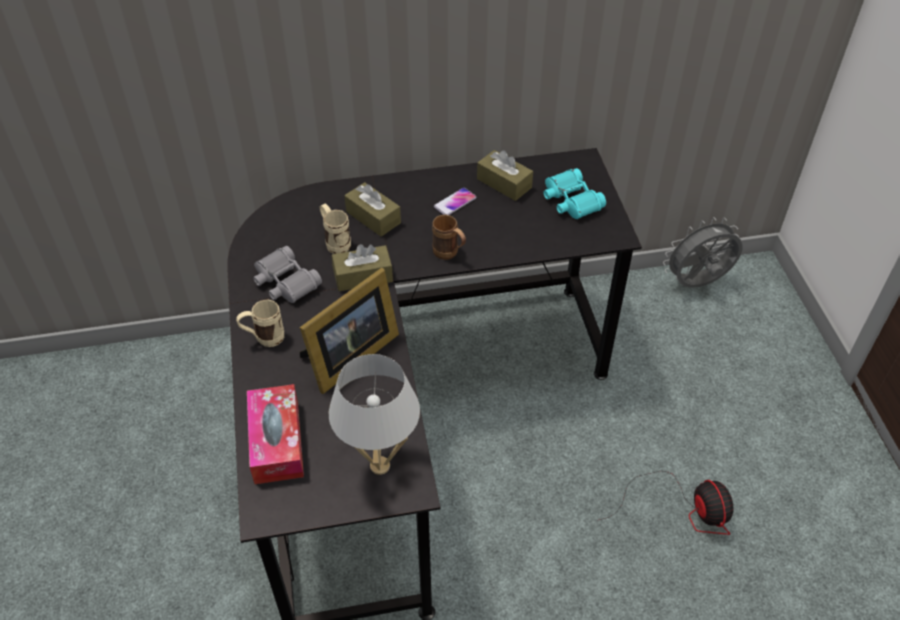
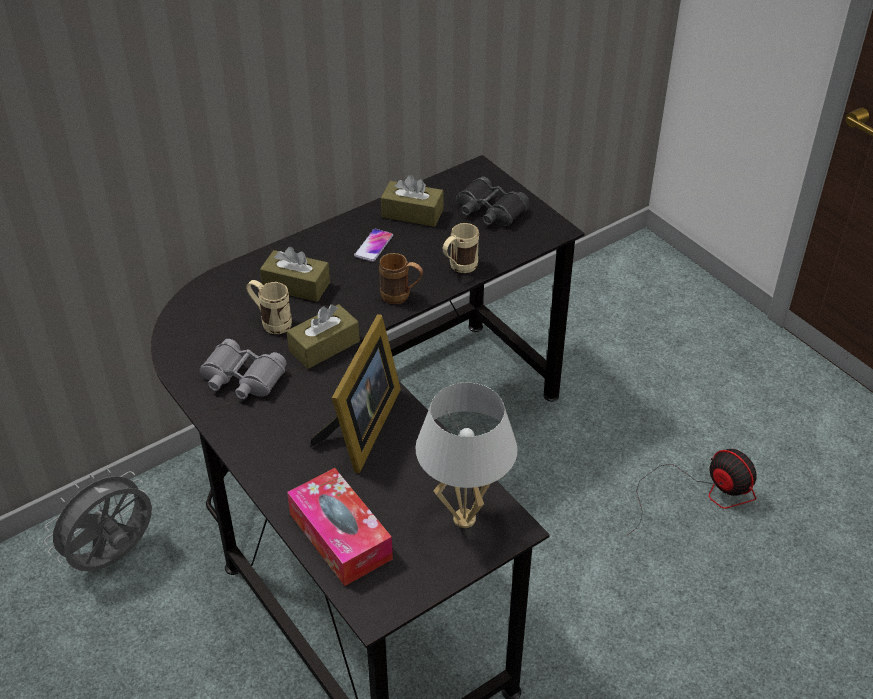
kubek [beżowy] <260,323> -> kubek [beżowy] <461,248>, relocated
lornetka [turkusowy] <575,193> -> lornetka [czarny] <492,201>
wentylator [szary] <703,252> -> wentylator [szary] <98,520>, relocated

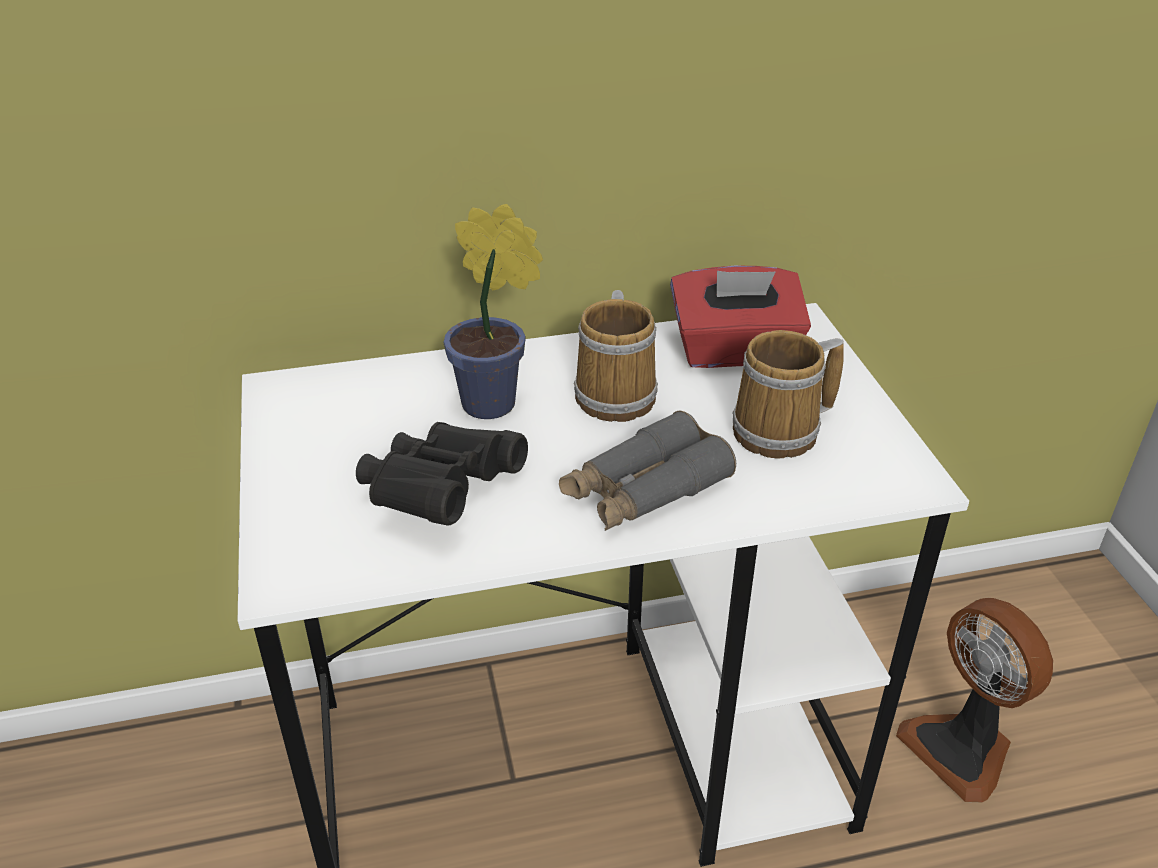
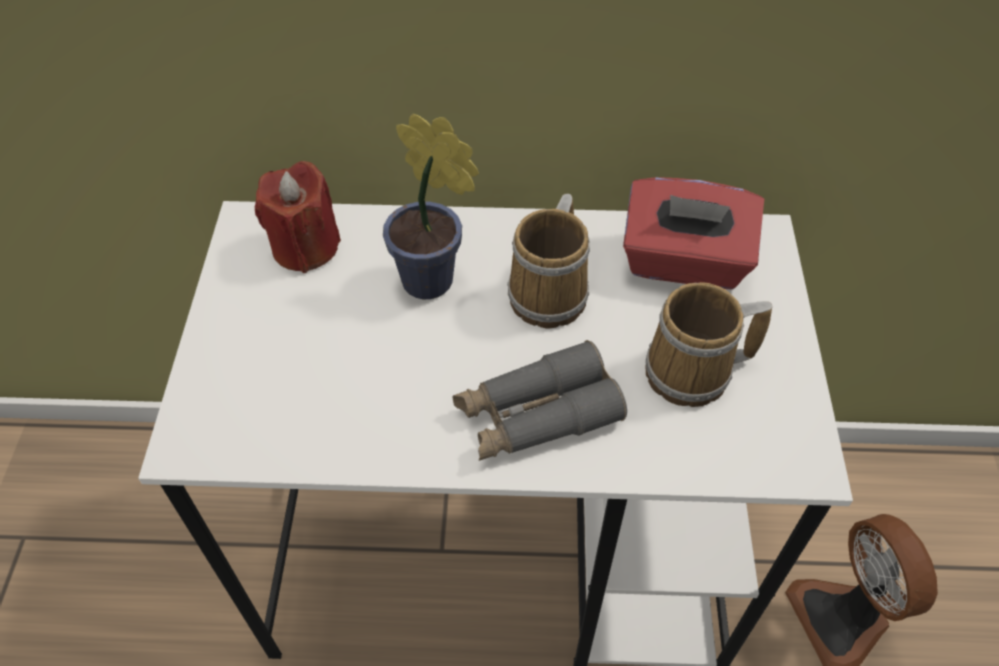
lornetka [czarny] <442,474> -> none
none -> świeca [czerwony] <298,217>

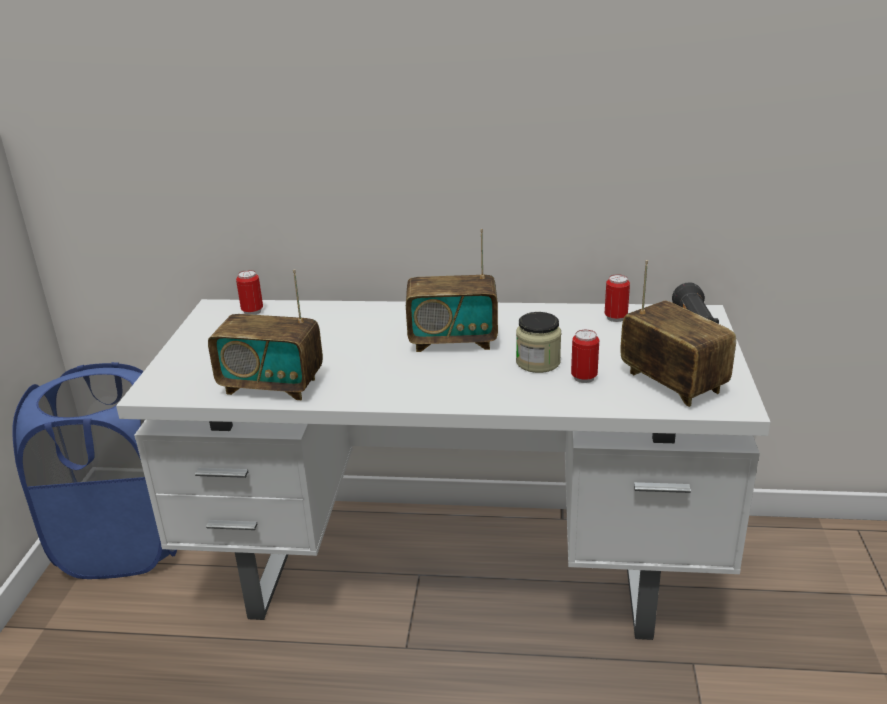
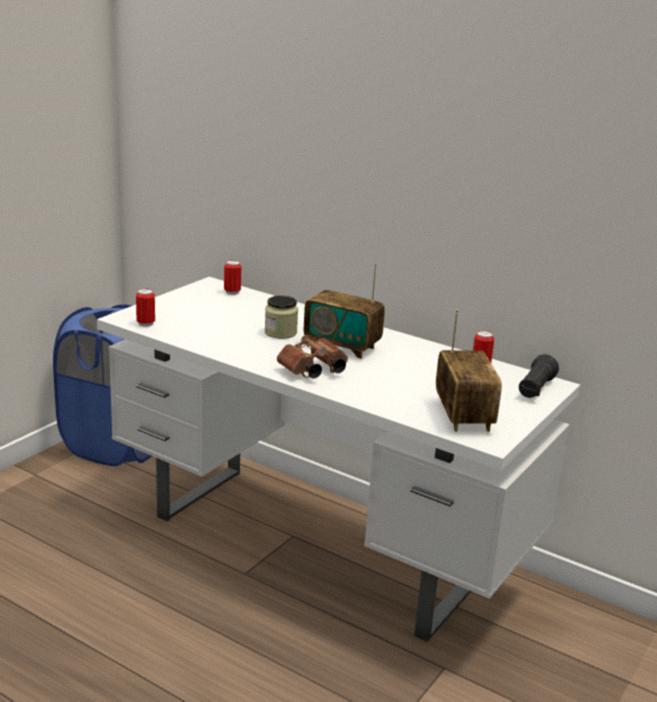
radio <265,334> -> none
słoik <538,342> -> słoik <281,317>, relocated
puszka <585,356> -> puszka <145,308>, relocated
none -> lornetka [brązowy] <312,356>

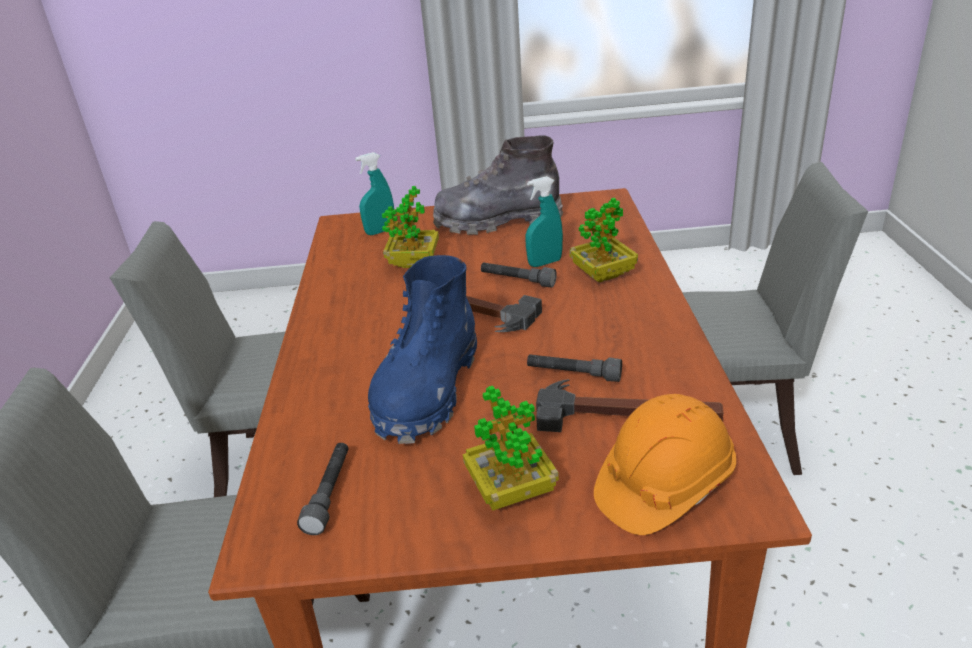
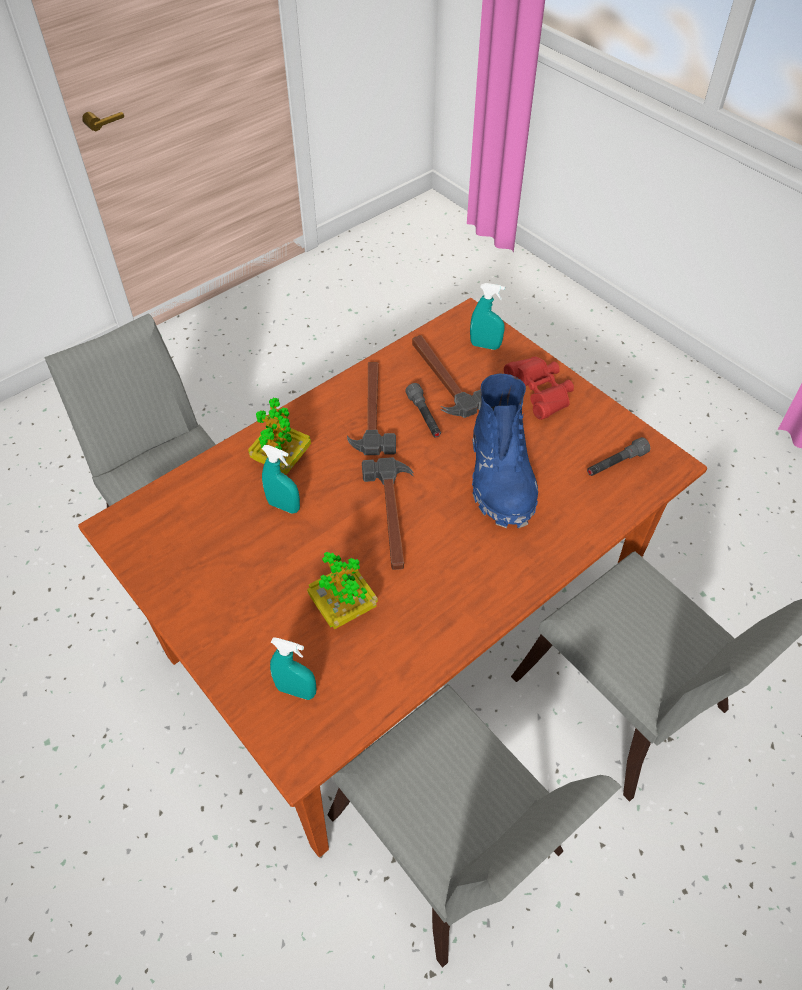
but z cholewką [niebieski] <422,349> -> but z cholewką [niebieski] <505,451>, 105 degrees clockwise
but z cholewką [szary] <498,185> -> none
roślina doniczkowa <511,448> -> lornetka [czerwony] <539,388>
latarka [szary] <519,275> -> none
kask [pomarańczowy] <665,464> -> spryskiwacz [turkusowy] <487,316>
none -> młotek <371,408>

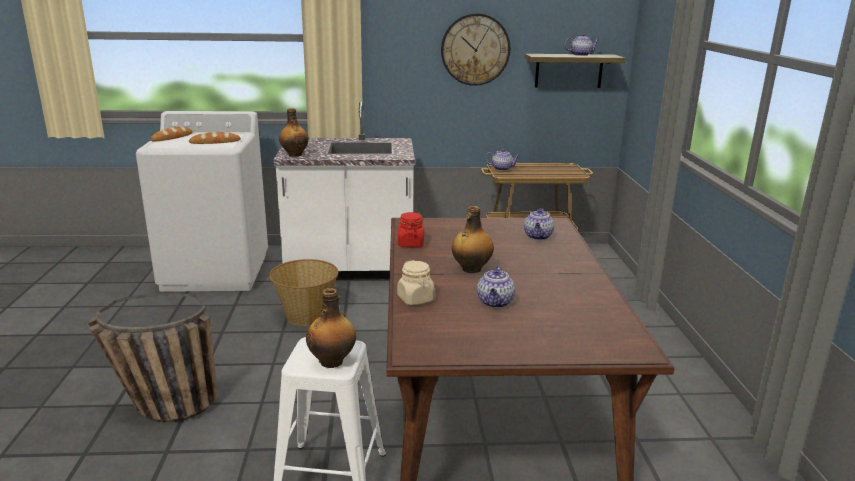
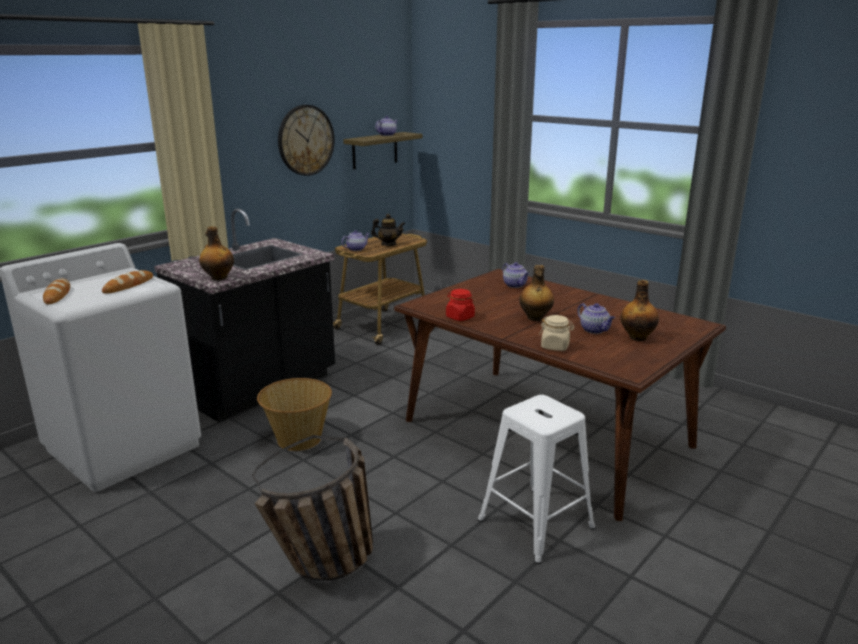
zabudowa kuchenna [biały] <344,191> -> zabudowa kuchenna [czarny] <244,315>
butelka <331,328> -> butelka <639,310>, relocated
none -> imbryk <388,230>

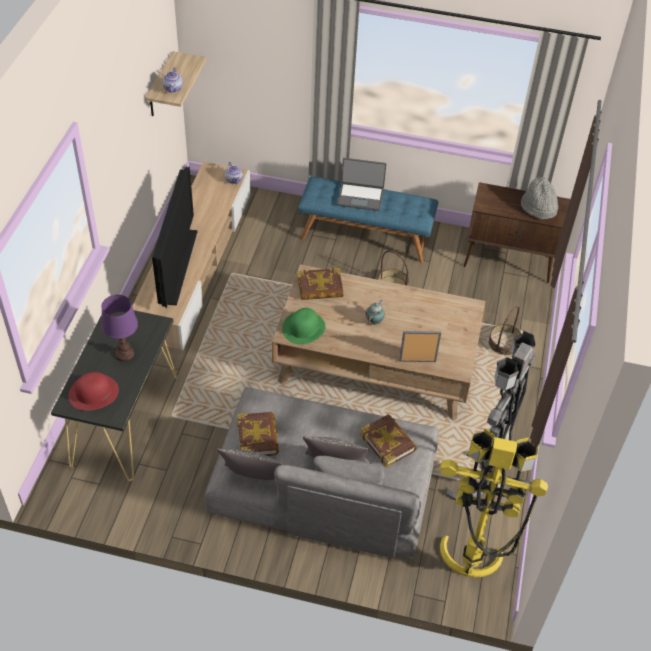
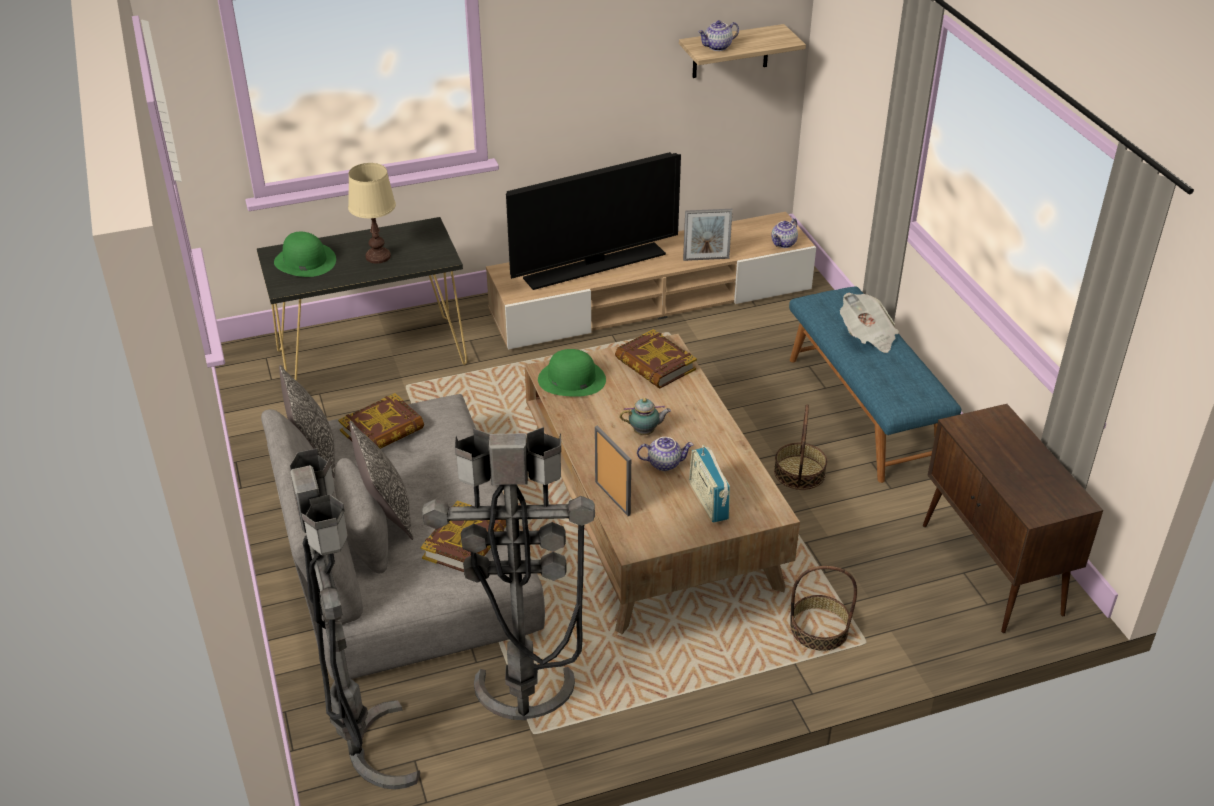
kapelusz [czerwony] <93,391> -> kapelusz [zielony] <305,254>
lampa stołowa [fioletowy] <119,328> -> lampa stołowa [beżowy] <372,213>
laptop <361,184> -> gazeta <869,323>
lampa stojąca [żółty] <494,503> -> lampa stojąca [szary] <355,619>
kapelusz [szary] <540,198> -> none
none -> imbryk <665,454>
none -> ramka na zdjęcie <708,235>
none -> radio <709,484>

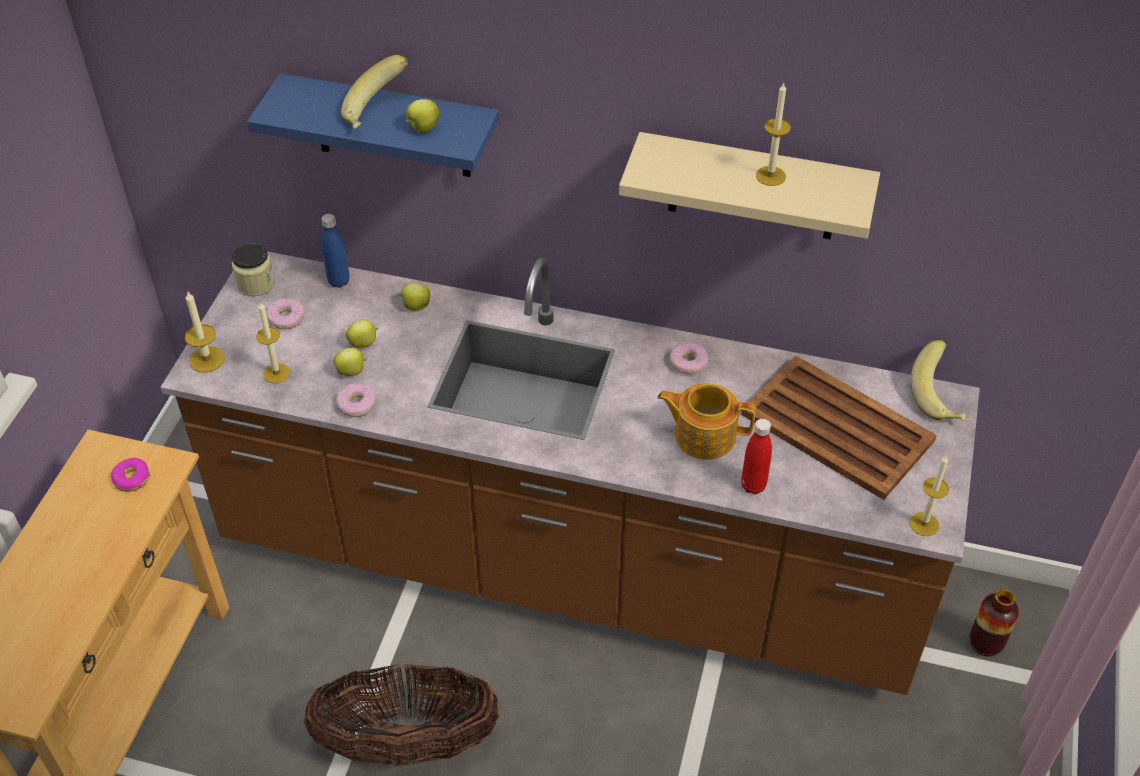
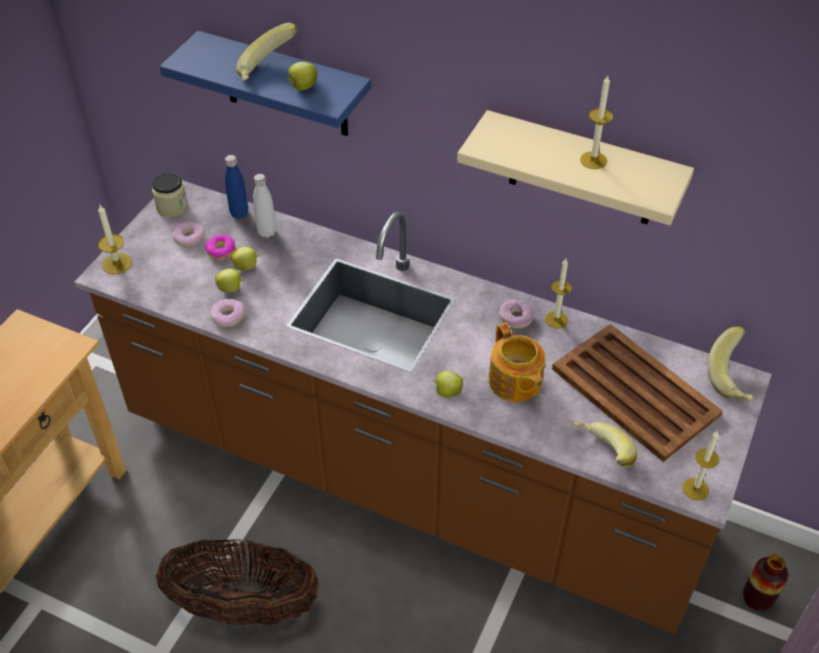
donut <130,475> -> donut <220,247>, relocated
świeca <273,342> -> świeca <558,294>, relocated
jabłko <414,297> -> jabłko <448,384>, relocated
imbryk <706,421> -> imbryk <517,362>, 135 degrees counterclockwise
butelka [czerwony] <756,456> -> none
none -> butelka [biały] <264,206>
none -> banan <605,443>

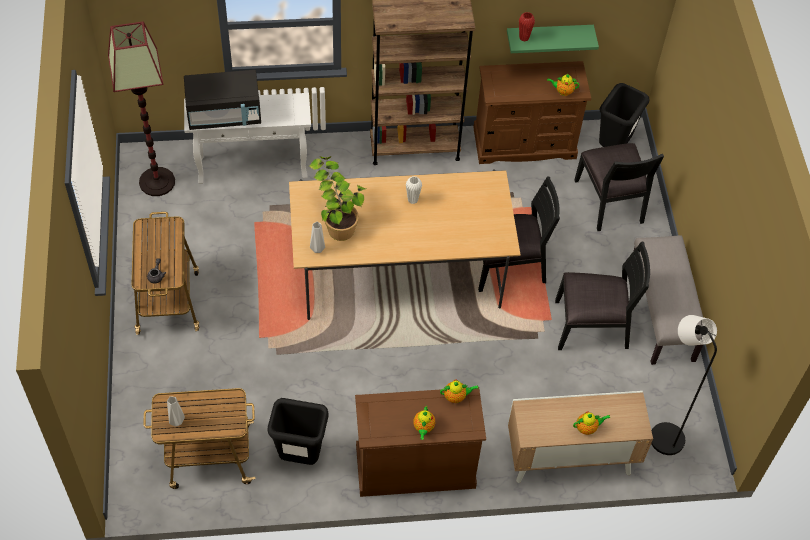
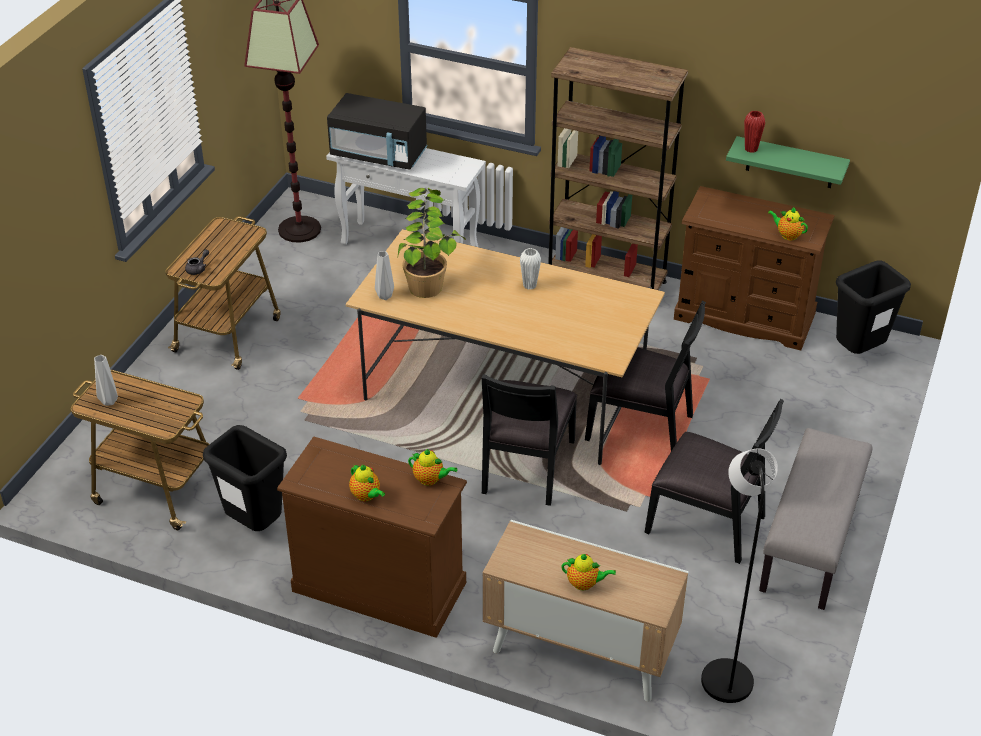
imbryk <424,423> -> imbryk <367,483>, 75 degrees counterclockwise
krzesło [czarny] <619,187> -> krzesło [czarny] <529,440>, relocated

